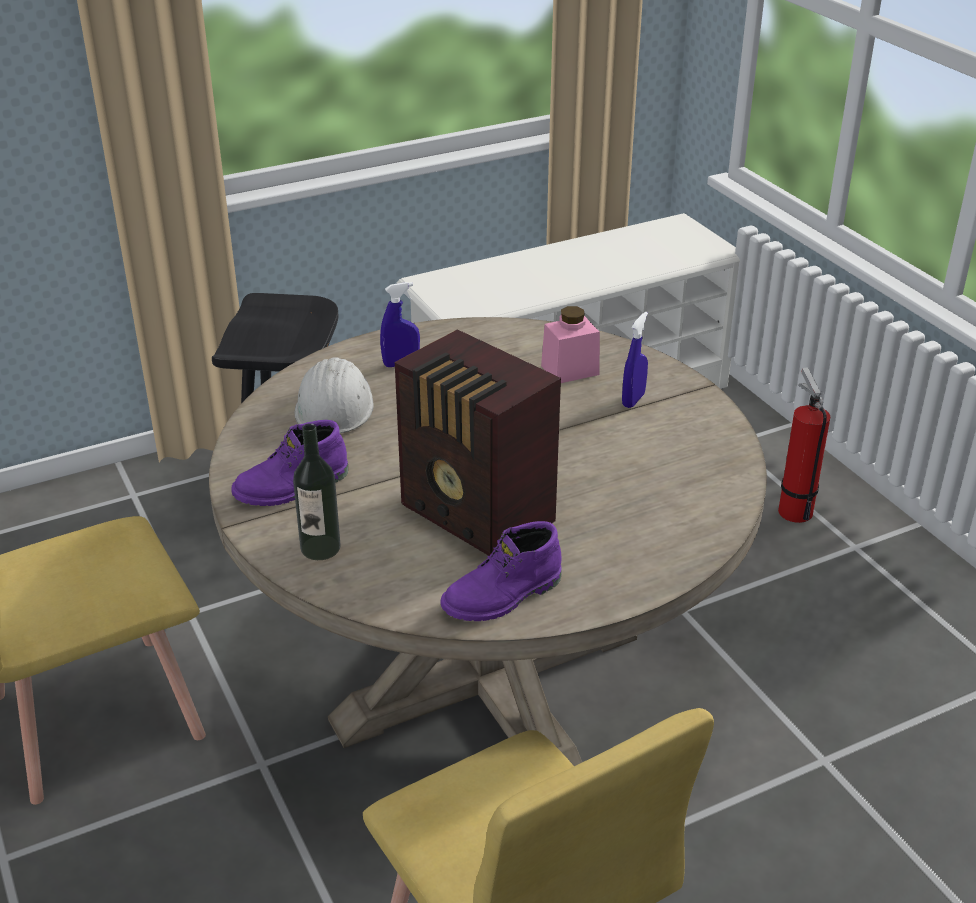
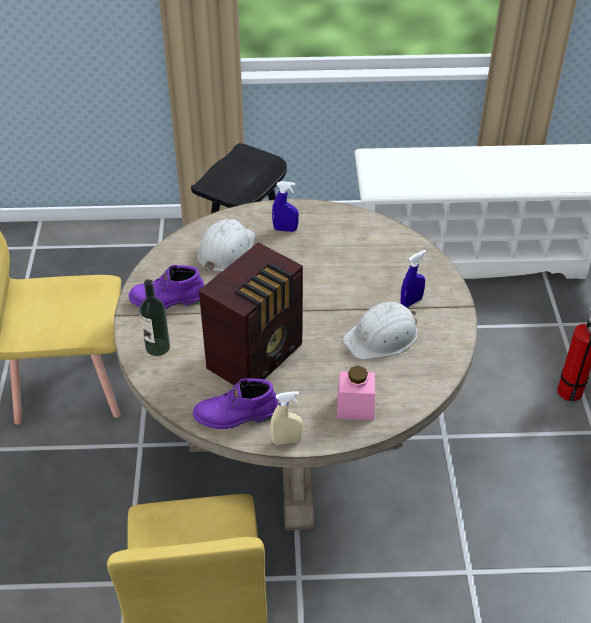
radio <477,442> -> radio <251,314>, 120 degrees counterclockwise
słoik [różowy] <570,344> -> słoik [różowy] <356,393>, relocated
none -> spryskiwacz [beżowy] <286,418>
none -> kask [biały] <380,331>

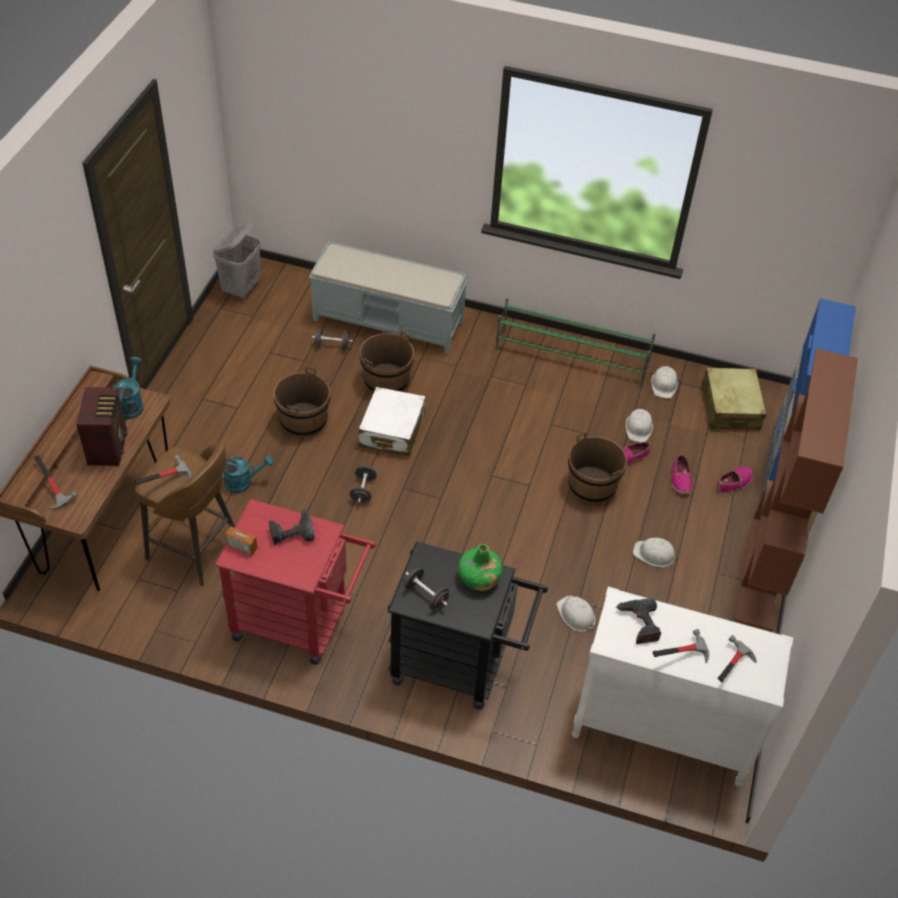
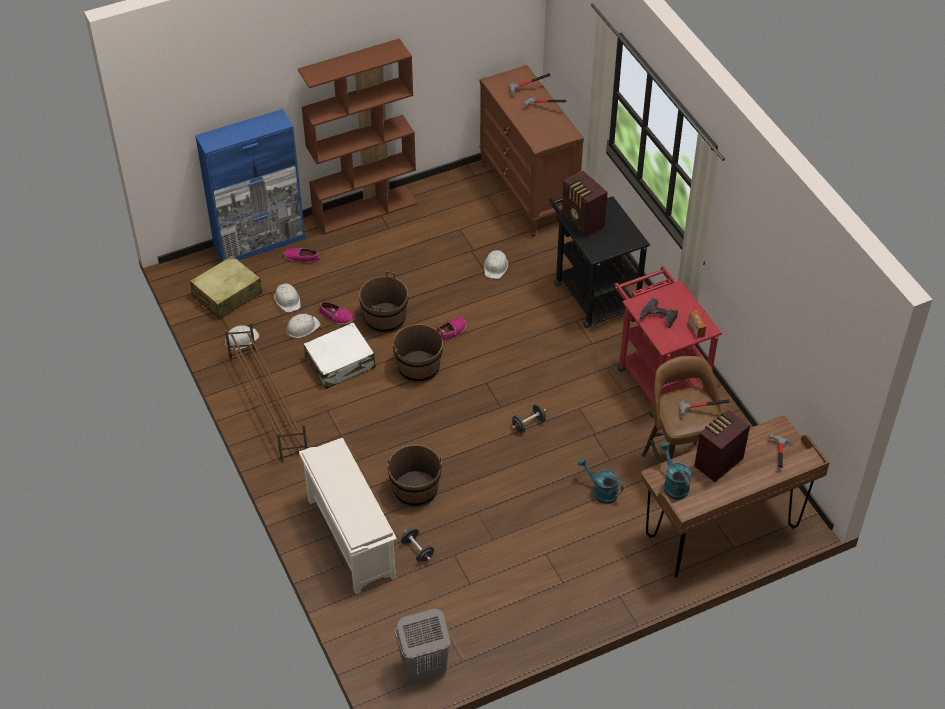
konewka [turkusowy] <128,388> -> konewka [turkusowy] <675,471>, 105 degrees clockwise
wiadro [brązowy] <302,401> -> wiadro [brązowy] <418,353>, relocated
ławka [szary] <388,297> -> regał na buty [biały] <348,516>
walizka [biały] <392,421> -> walizka [biały] <340,355>, relocated
hantel [czarny] <426,588> -> none
butelka [zielony] <480,567> -> radio <585,204>
regał na buty [zielony] <575,342> -> regał na buty [brązowy] <266,392>
komoda [biały] <682,687> -> komoda [brązowy] <532,151>
wiertarka <638,621> -> none
kask [biały] <656,552> -> kask [biały] <287,298>, relocated
but <681,474> -> but <452,330>, relocated

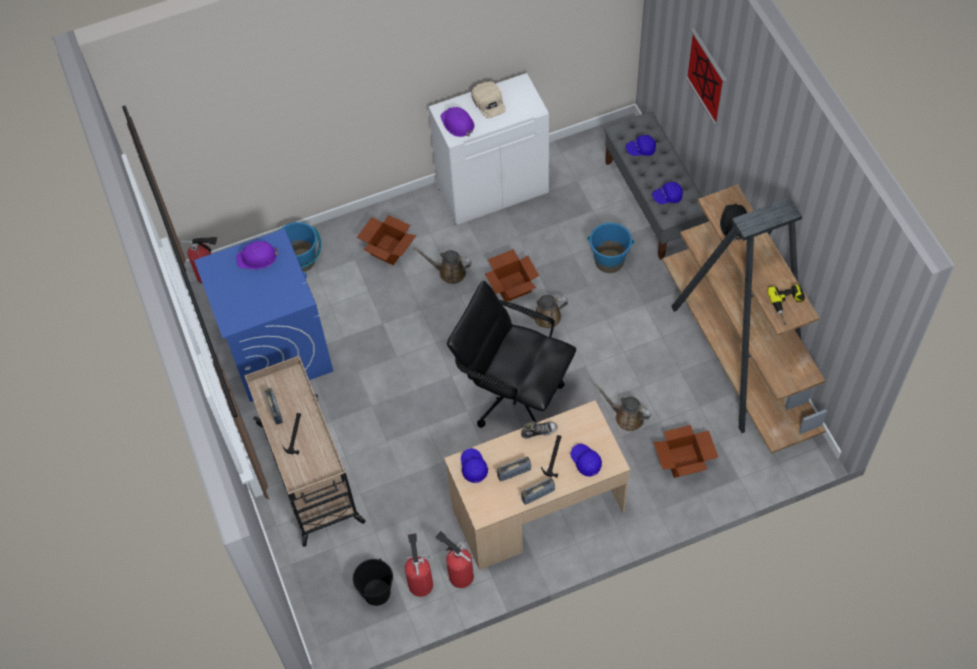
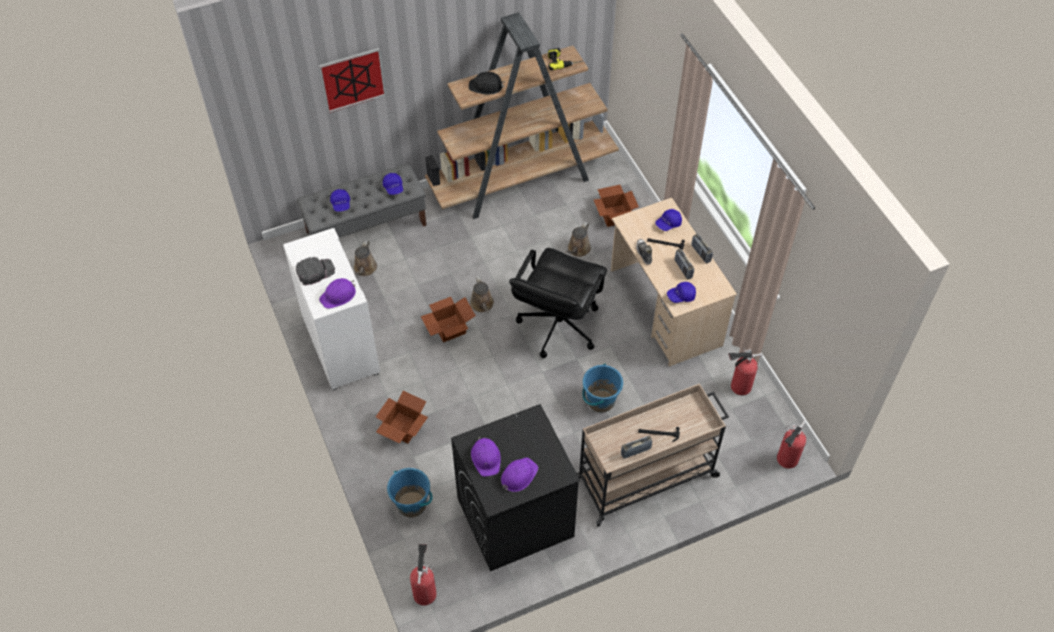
pralka [niebieski] <263,315> -> pralka [czarny] <515,487>
wiadro [czarny] <373,582> -> none
konewka [brązowy] <442,265> -> konewka [brązowy] <365,258>, relocated
gaśnica <454,559> -> gaśnica <791,444>, relocated
czapka z daszkiem [beżowy] <488,99> -> czapka z daszkiem [czarny] <315,271>
wiadro [niebieski] <610,248> -> wiadro [niebieski] <603,388>, relocated
none -> kask [fioletowy] <520,474>

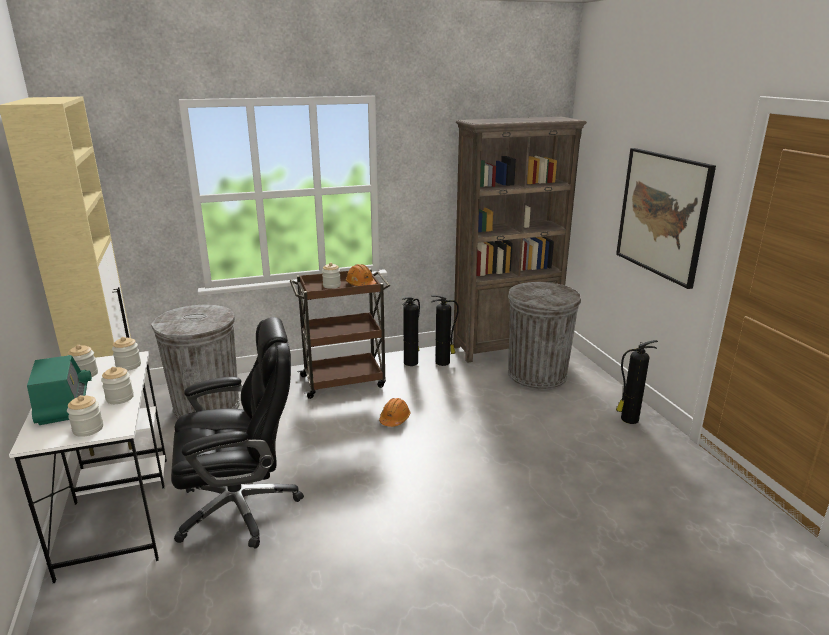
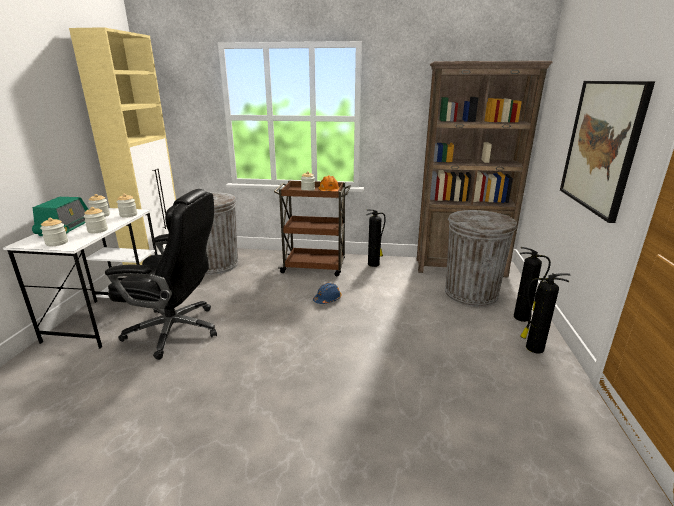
kask [pomarańczowy] <394,412> -> kask [niebieski] <327,293>
gaśnica <445,330> -> gaśnica <532,284>, relocated

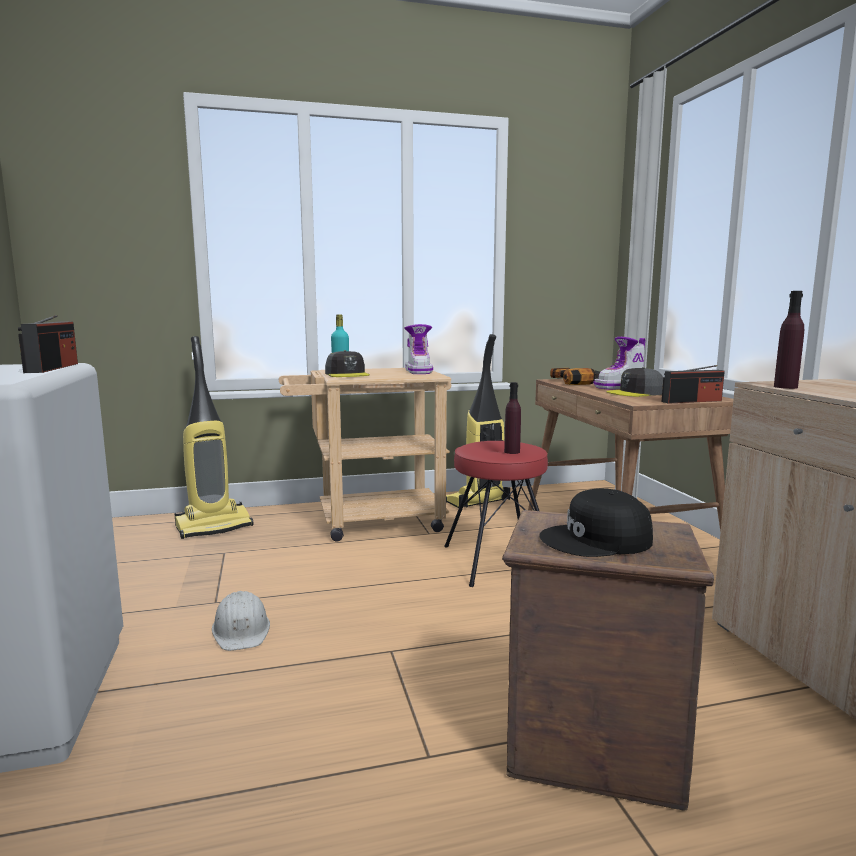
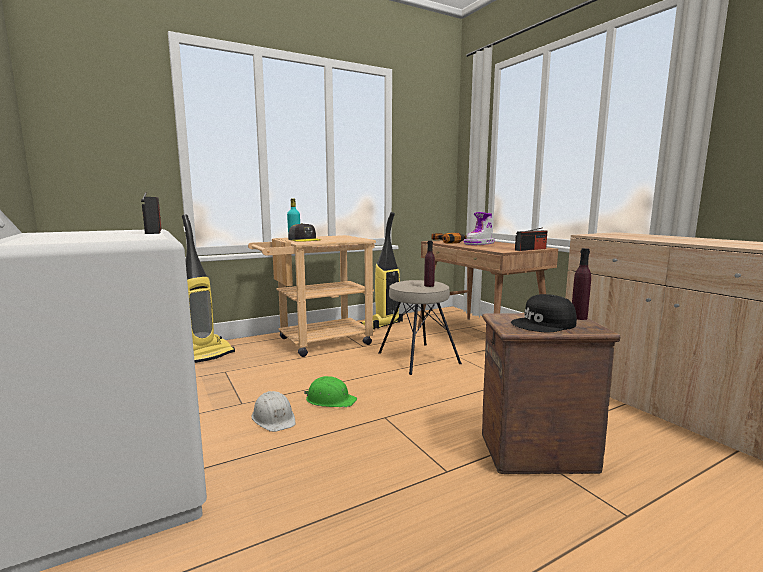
but z cholewką <418,349> -> none
stołek [czerwony] <496,514> -> stołek [beżowy] <420,327>
czapka z daszkiem [szary] <634,382> -> none
butelka [fioletowy] <789,340> -> butelka [fioletowy] <581,284>, relocated
none -> kask [zielony] <330,391>

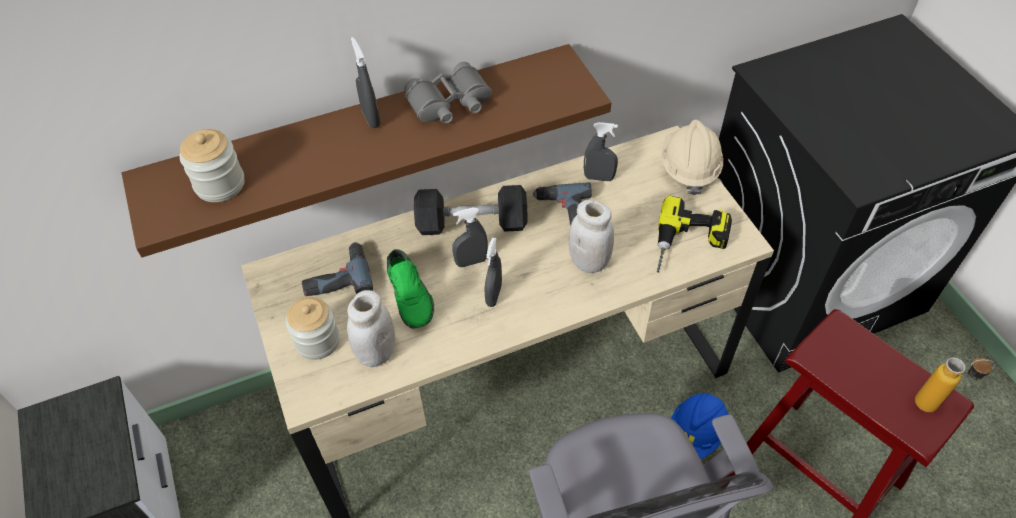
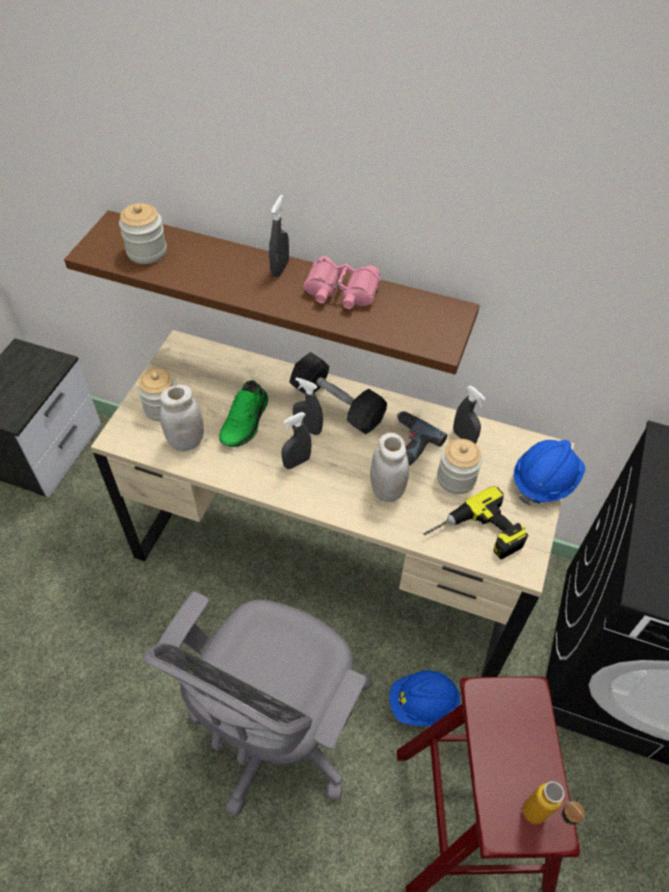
wiertarka <337,269> -> none
lornetka [szary] <448,93> -> lornetka [różowy] <342,282>
kask [beżowy] <692,157> -> kask [niebieski] <550,472>
none -> słoik <459,466>

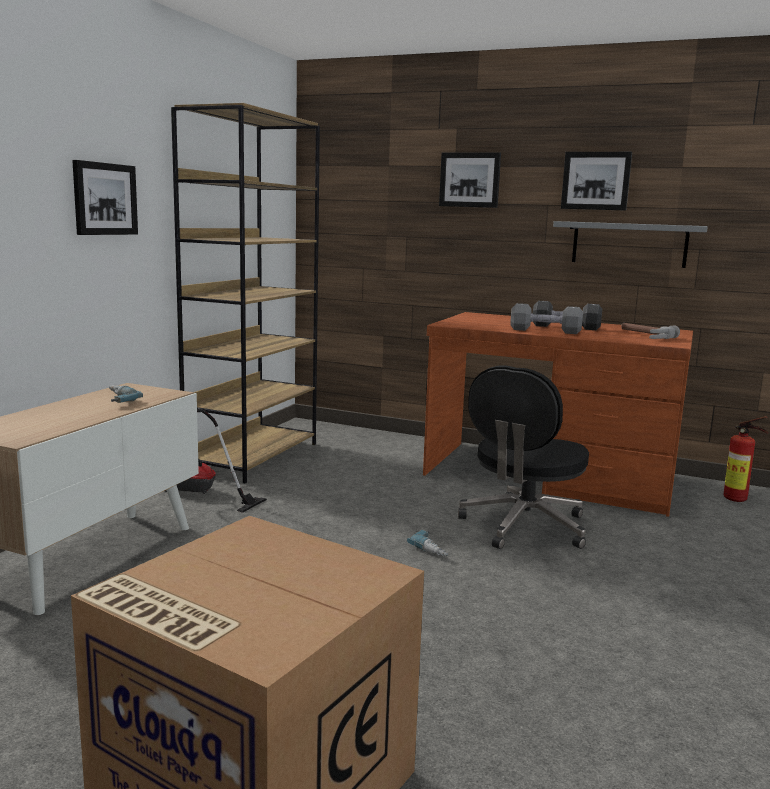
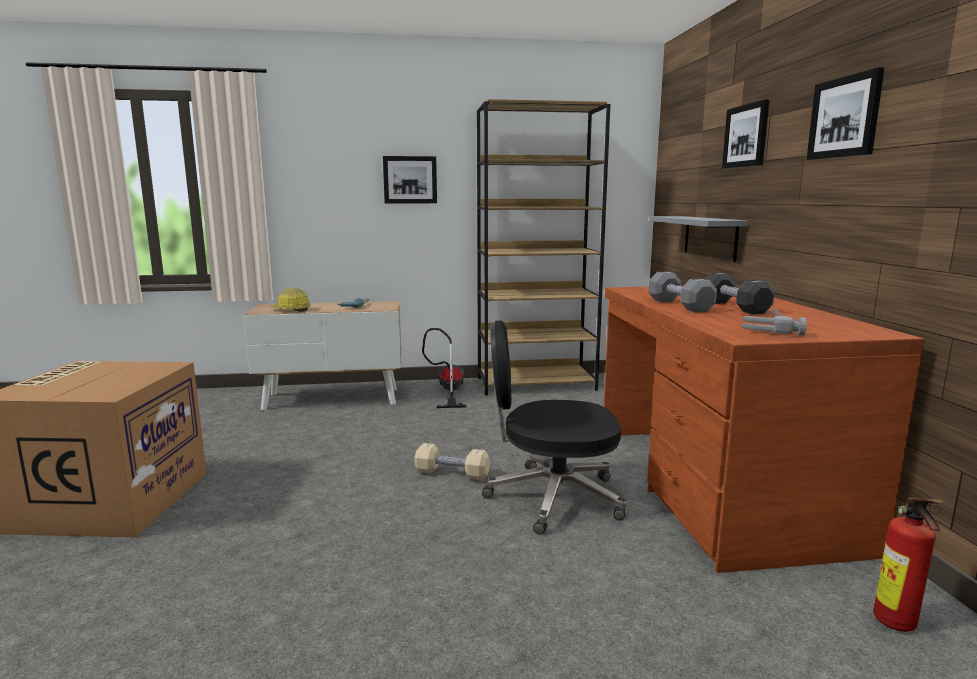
wiertarka <428,543> -> hantel [beżowy] <452,462>
półka [szary] <630,244> -> półka [szary] <698,239>, relocated
none -> kask <290,300>

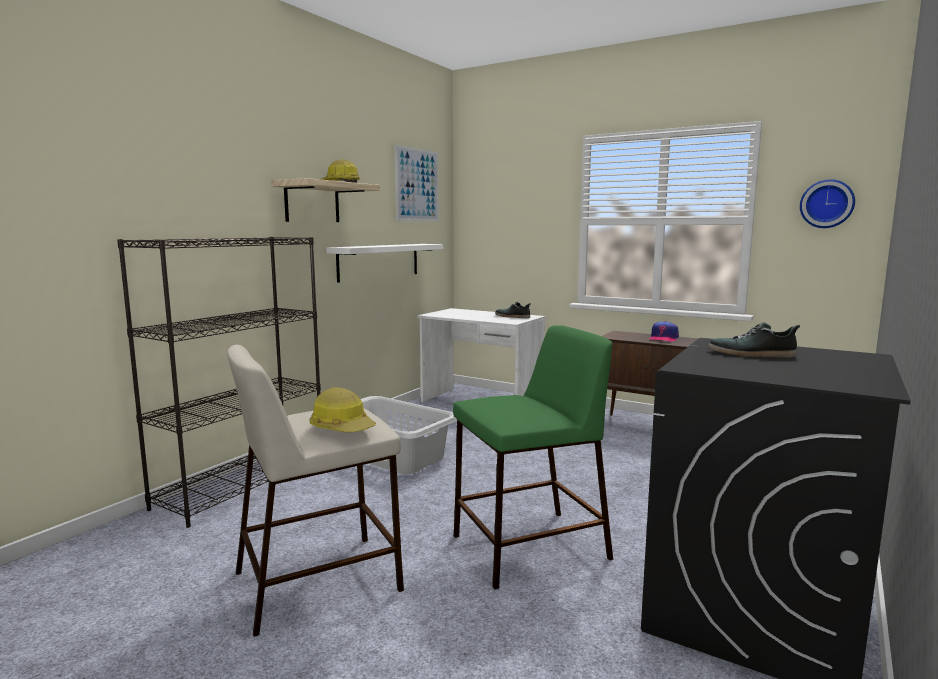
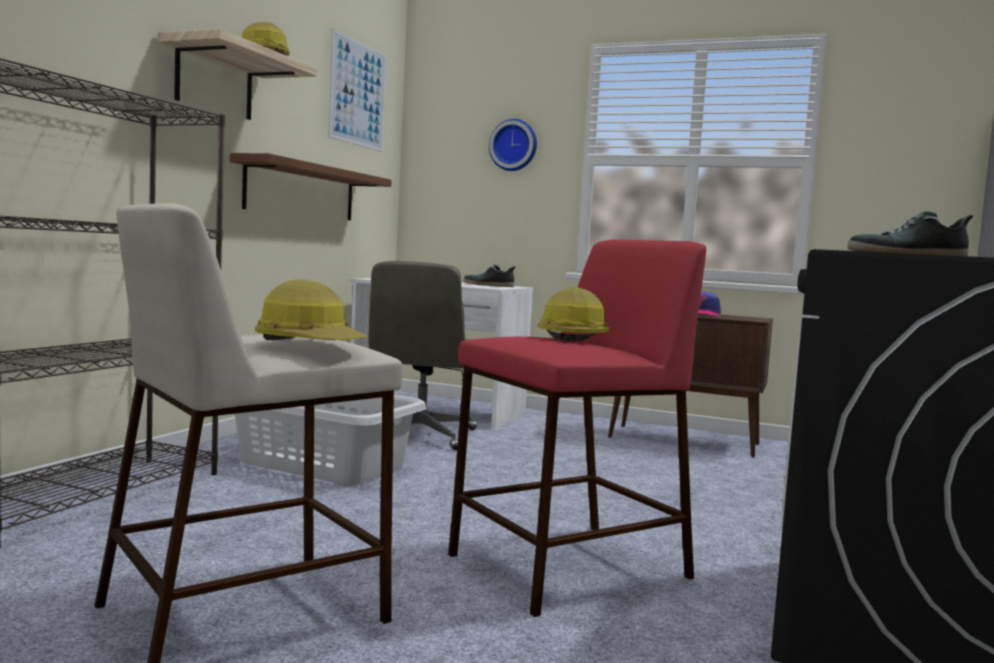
półka [biały] <384,263> -> półka [brązowy] <311,187>
stołek [zielony] <533,457> -> stołek [czerwony] <577,428>
zegar ścienny <827,203> -> zegar ścienny <513,145>, relocated
none -> krzesło biurowe [szary] <422,355>
none -> kask <574,314>

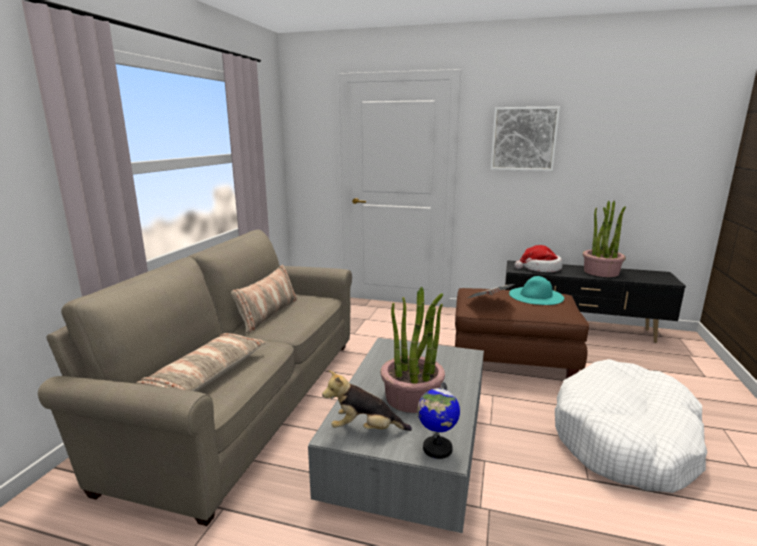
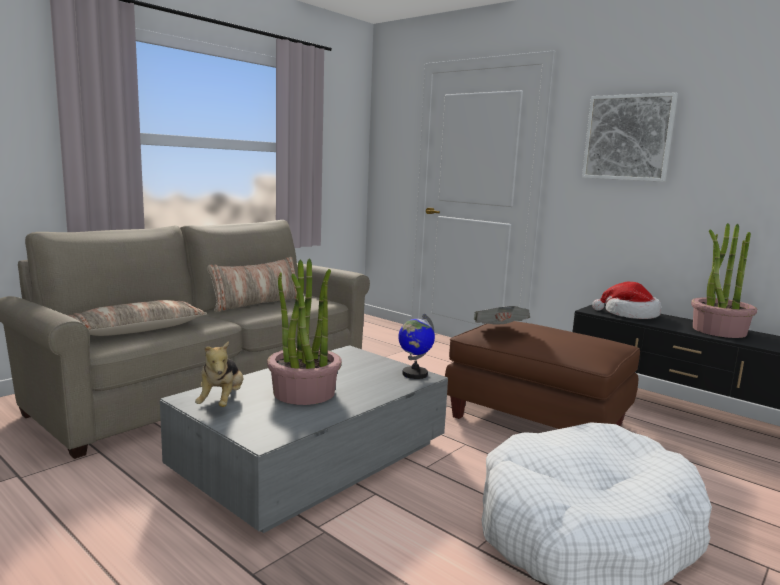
pluszak <367,400> -> pluszak <219,374>, 120 degrees counterclockwise
globus <438,420> -> globus <416,346>, relocated
kapelusz [turkusowy] <536,290> -> none

